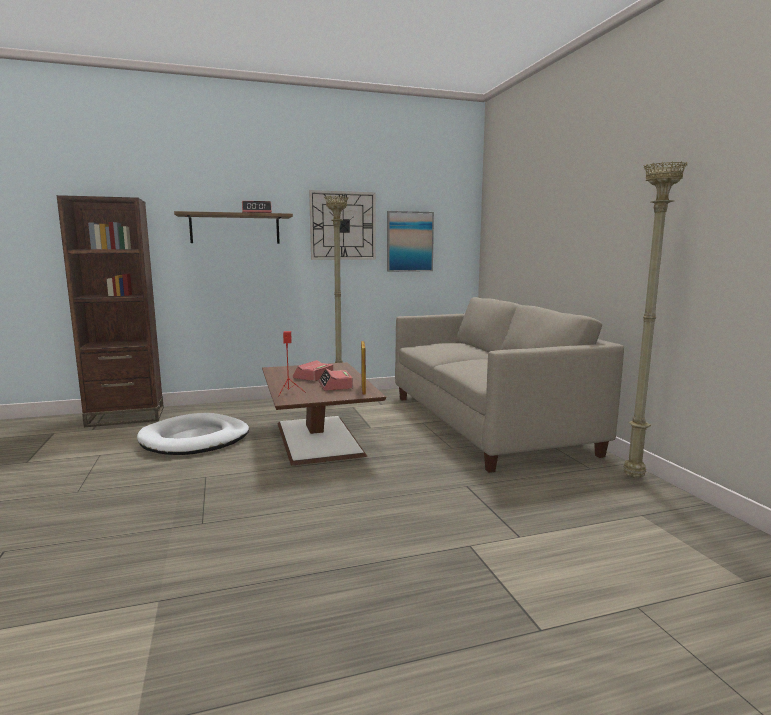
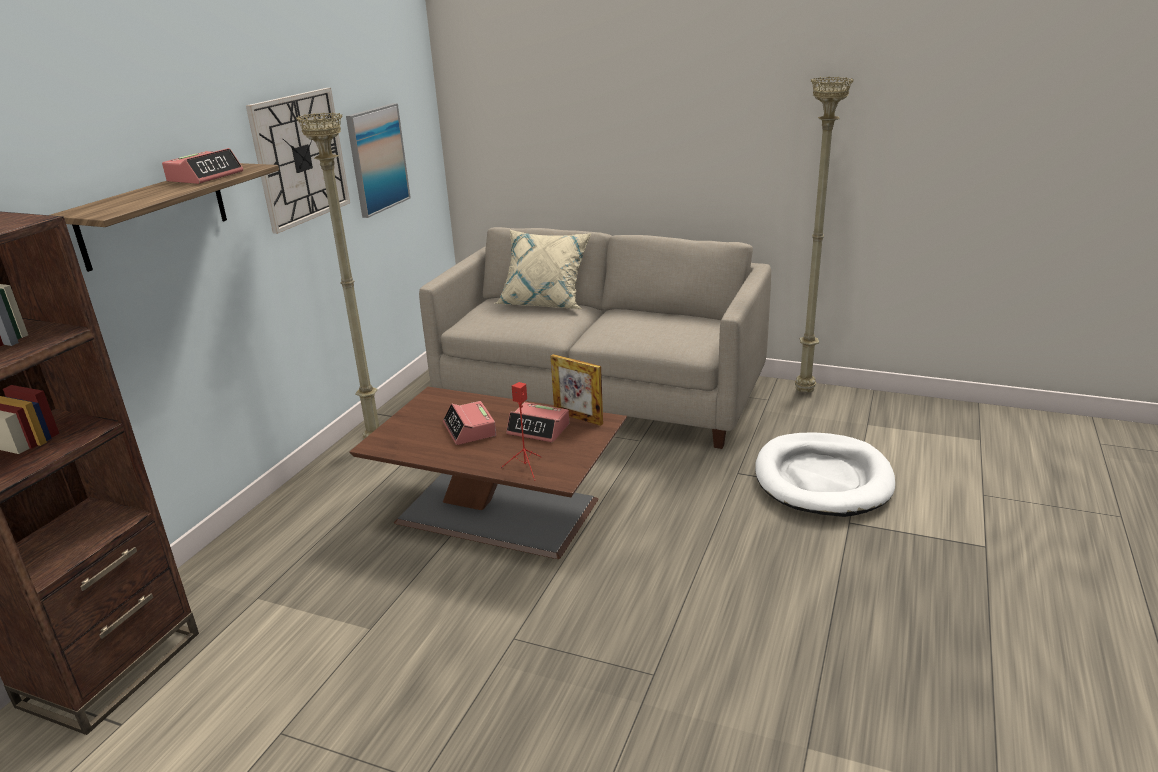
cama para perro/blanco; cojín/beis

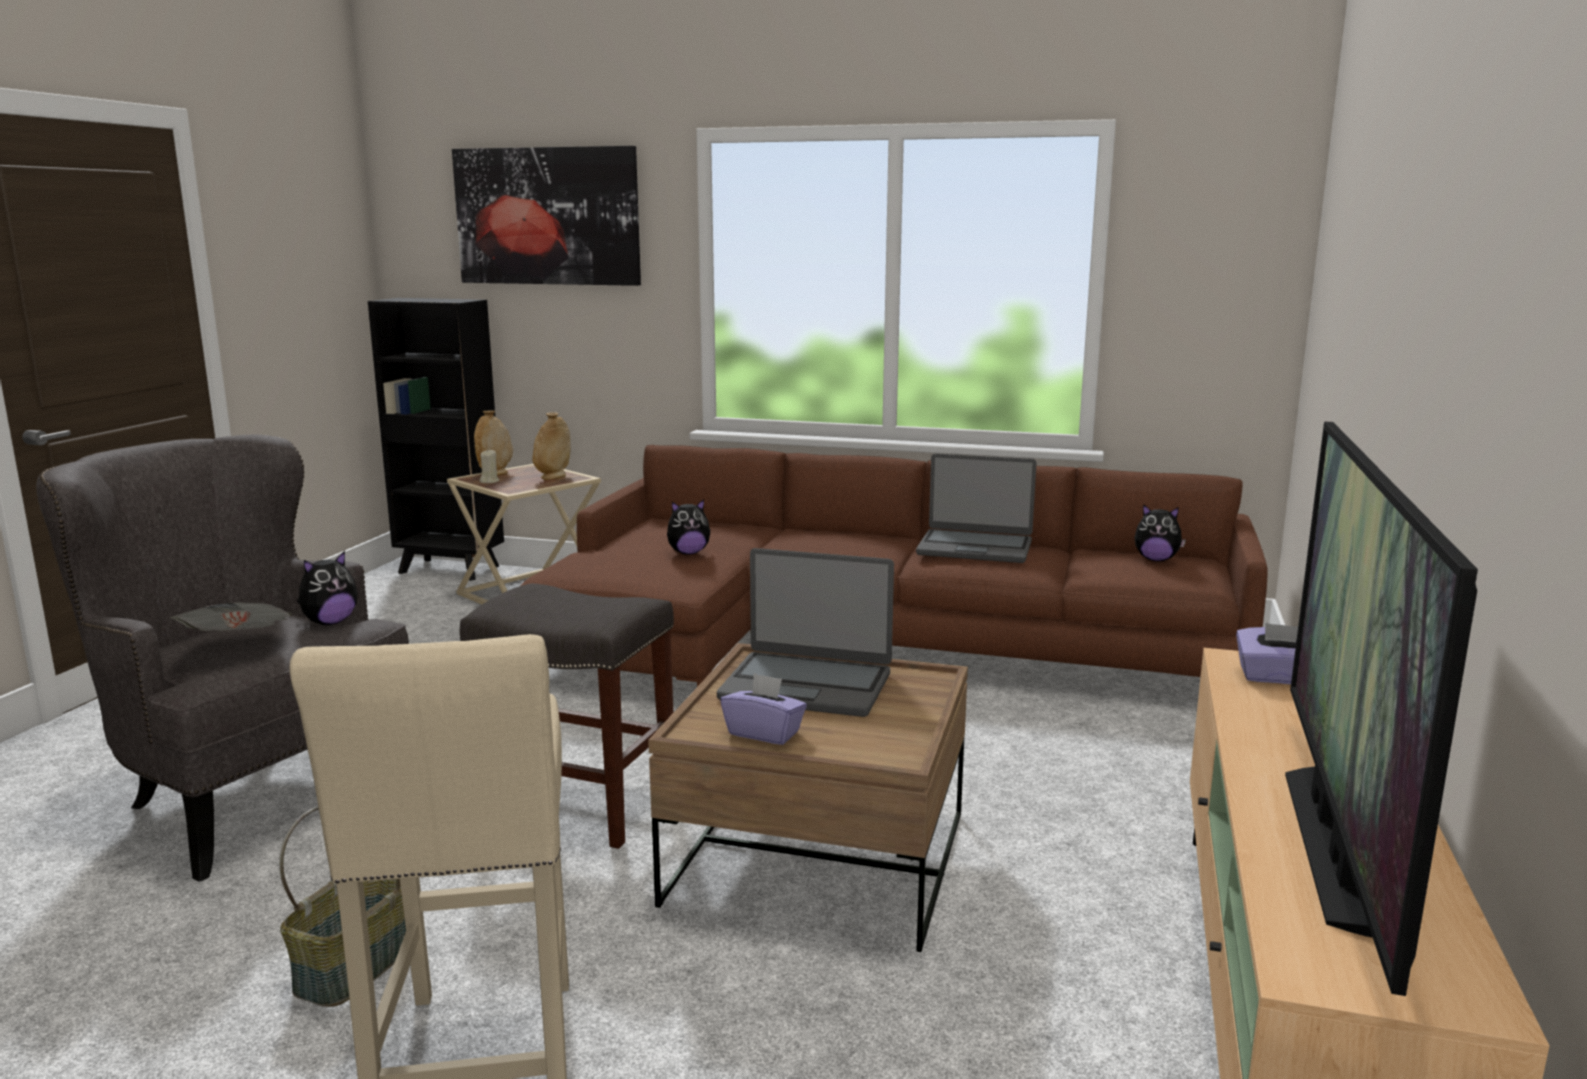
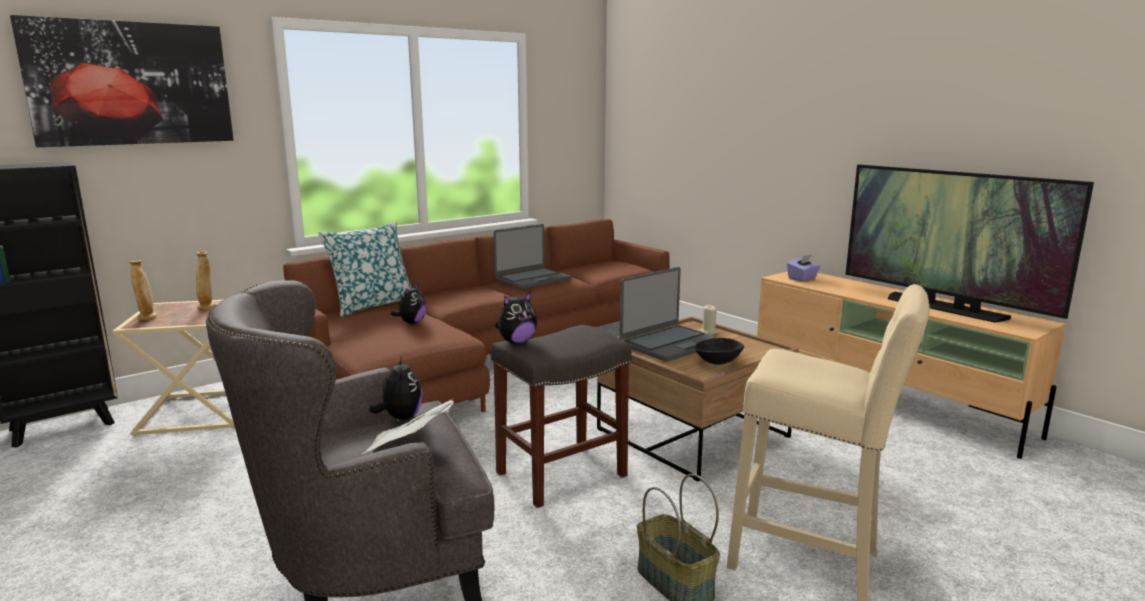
vela/beis; cuenco/negro; peluche (no. 3 from left); cojín

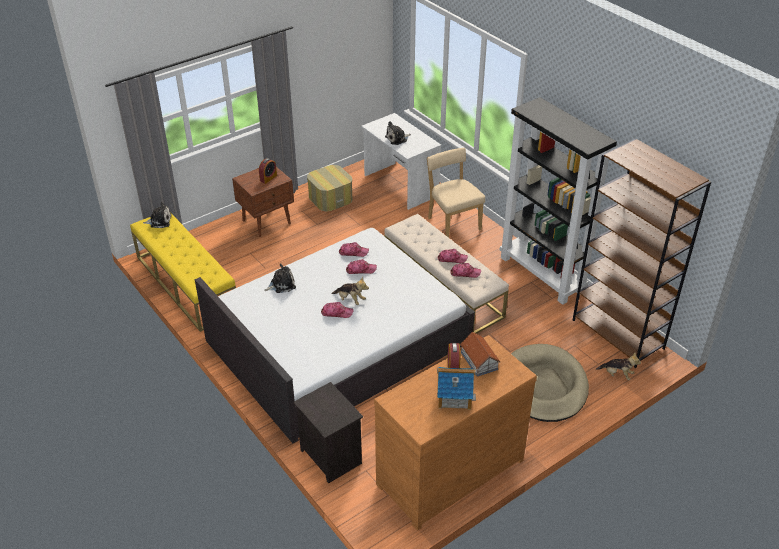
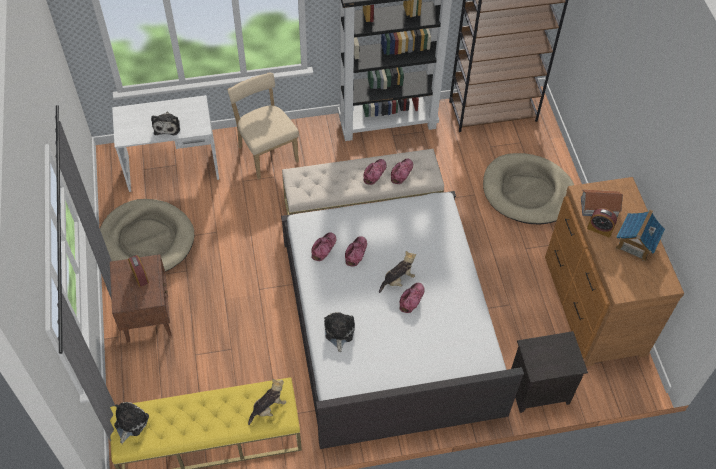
cama para perro/beis (no. 1 from left); silla/beis; peluche (no. 3 from left)

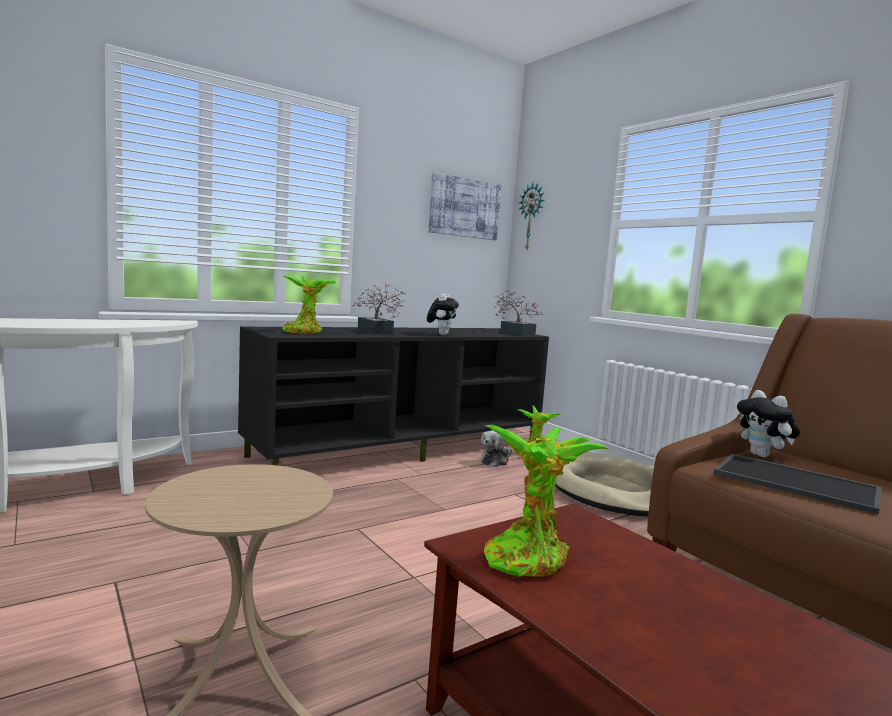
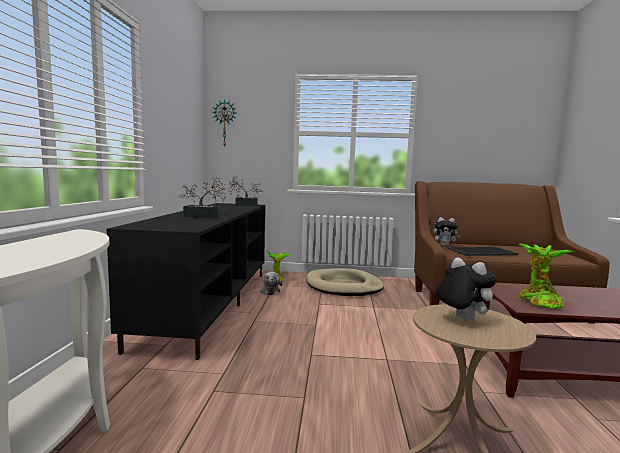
planta en maceta (no. 1 from left in the first image); peluche (no. 3 from left); cuadro

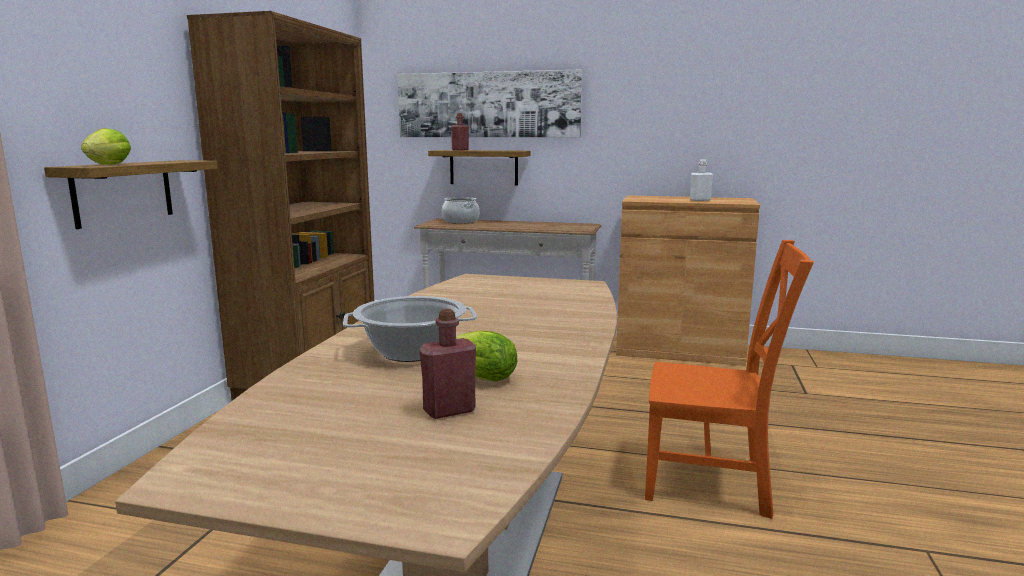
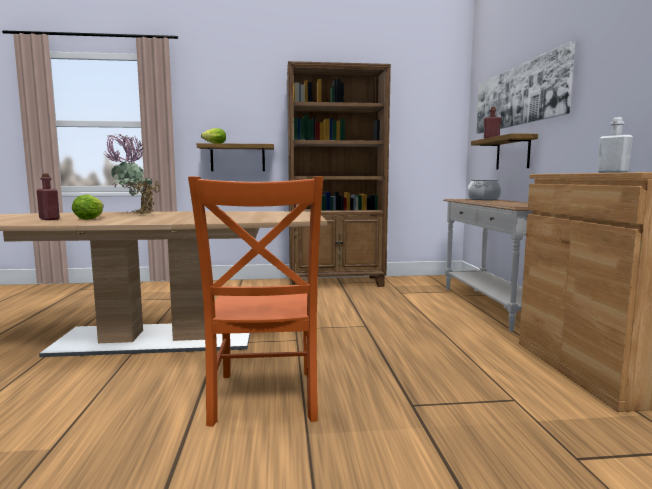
planta en maceta

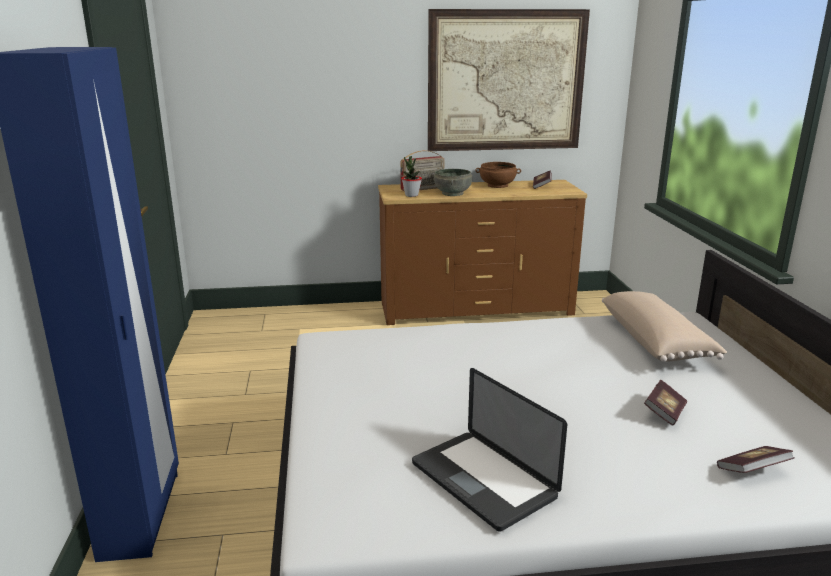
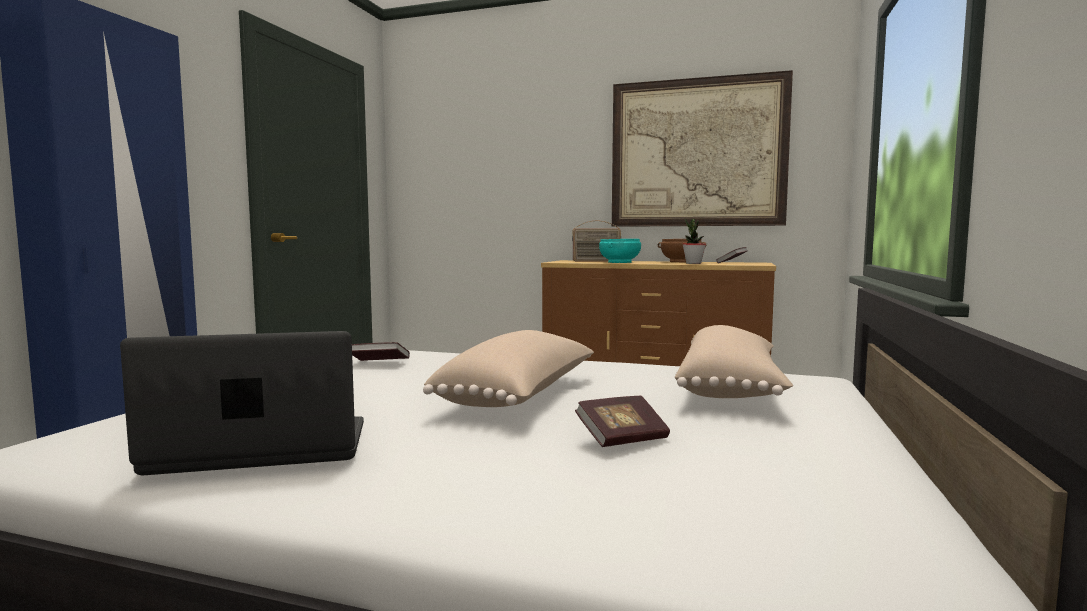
planta en maceta; portátil; cuenco/turquesa; libro (no. 1 from left); cojín/beis (no. 1 from left)

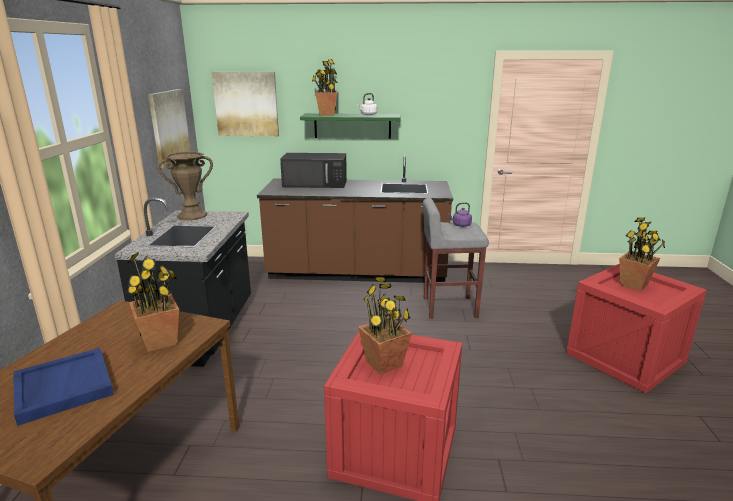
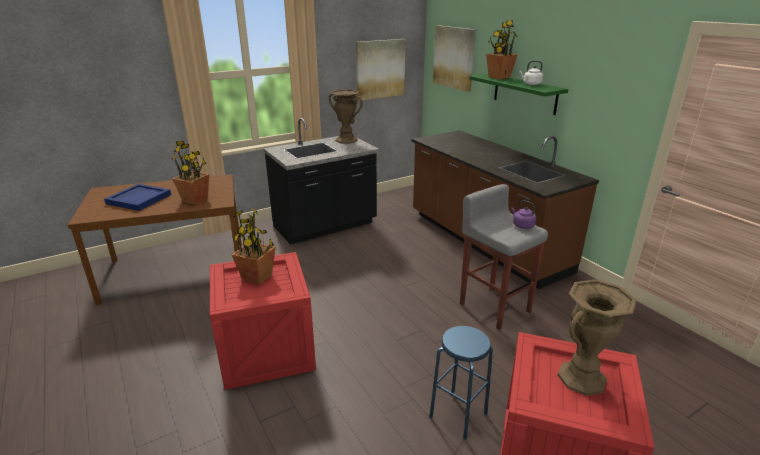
microondas/negro; florero/marrón (no. 2 from left); taburete/azul

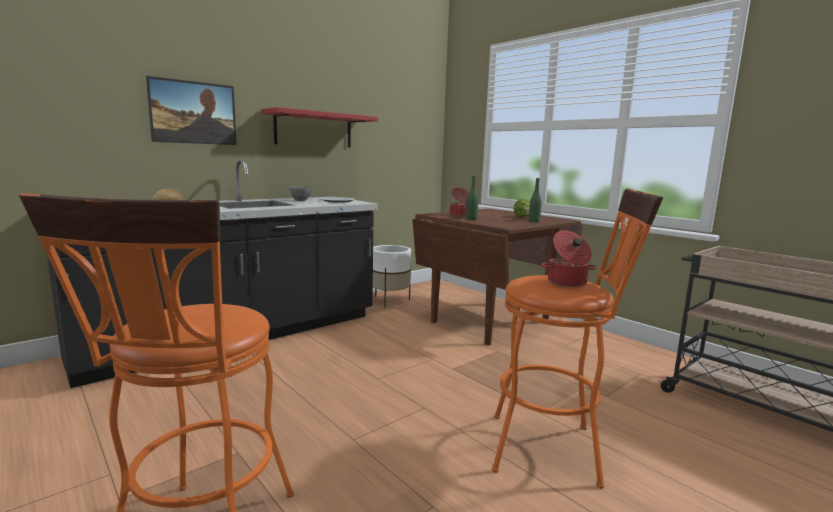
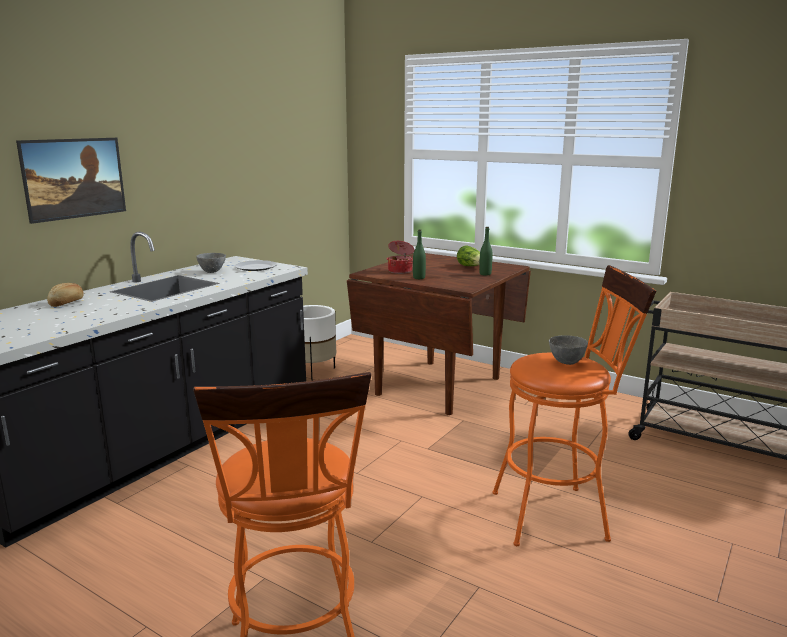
estante/rojo; cuenco/gris (no. 2 from left)

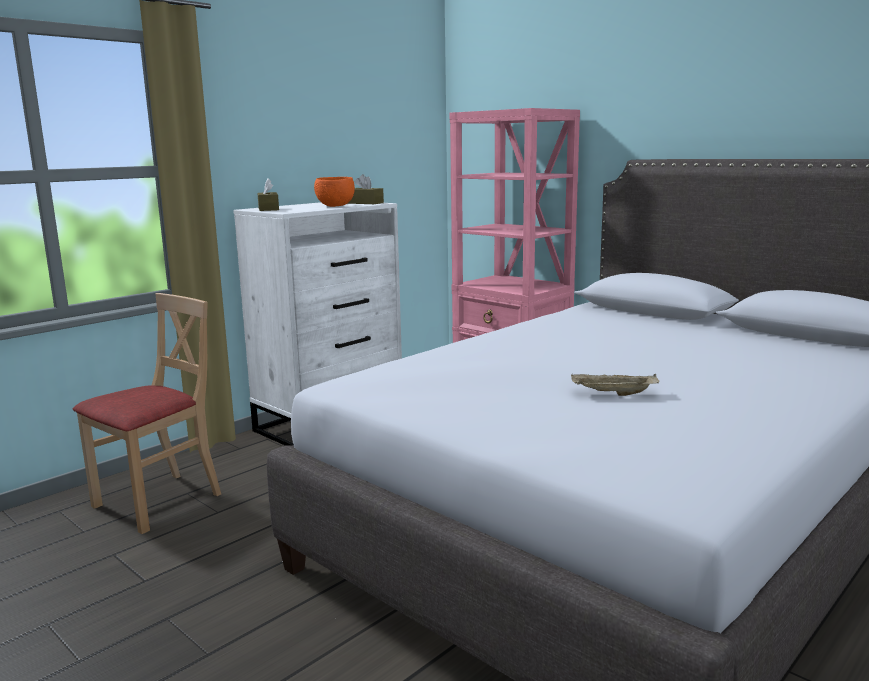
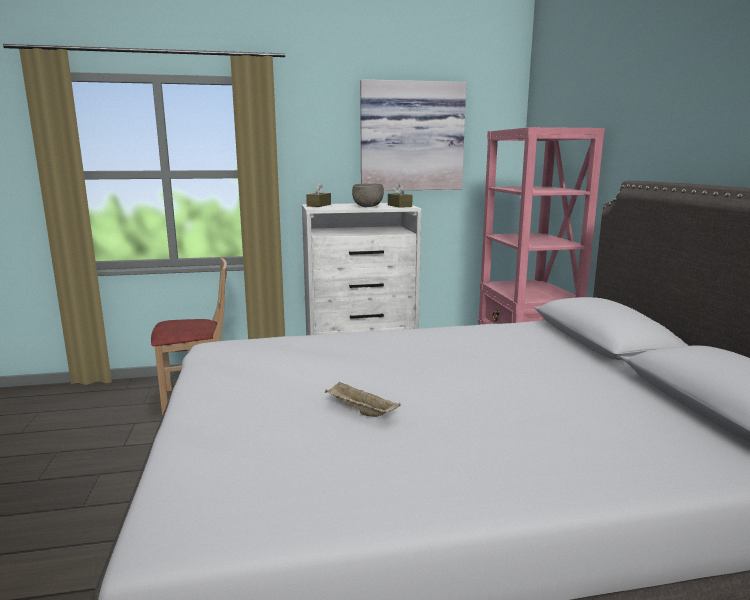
cuenco/gris; cuadro

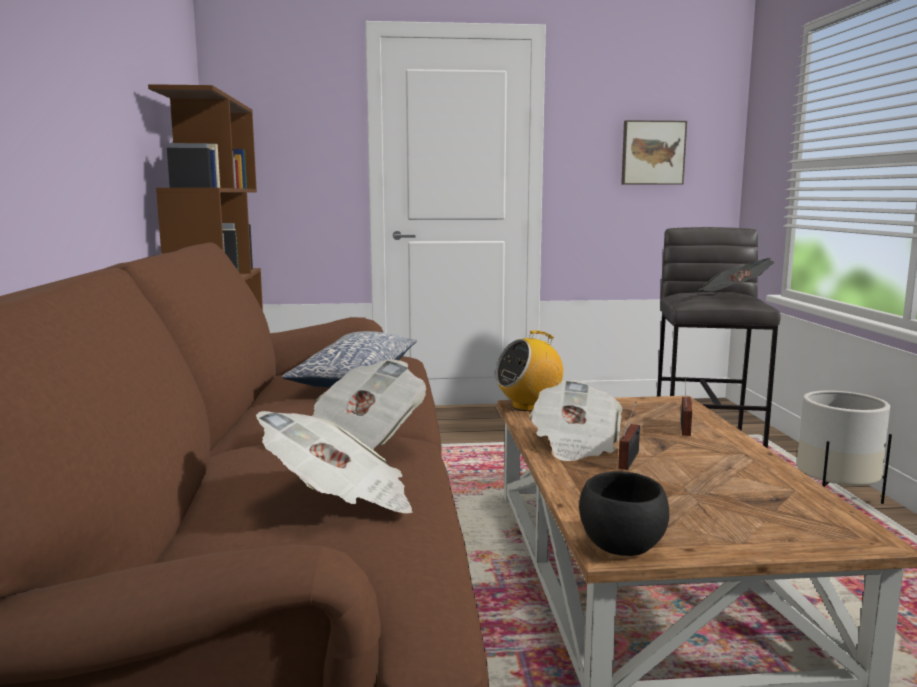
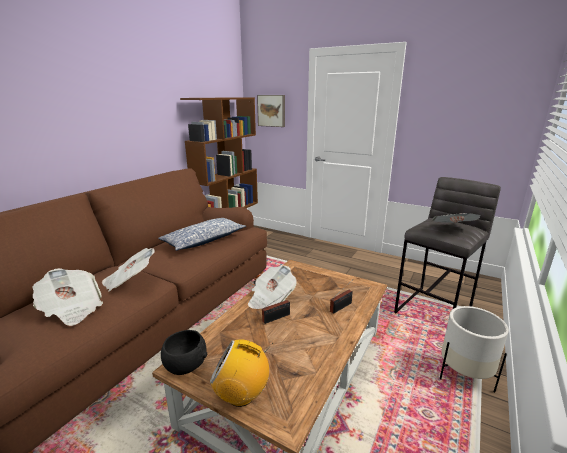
radio (no. 1 from left); cuadro

